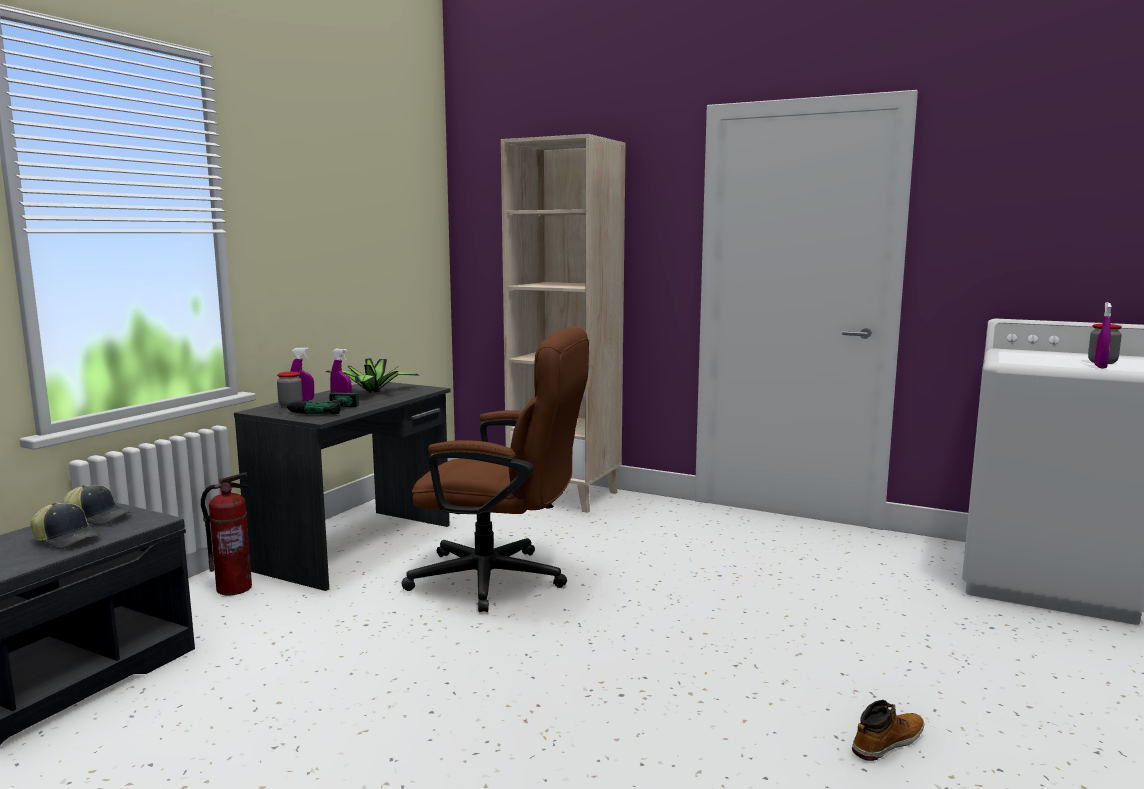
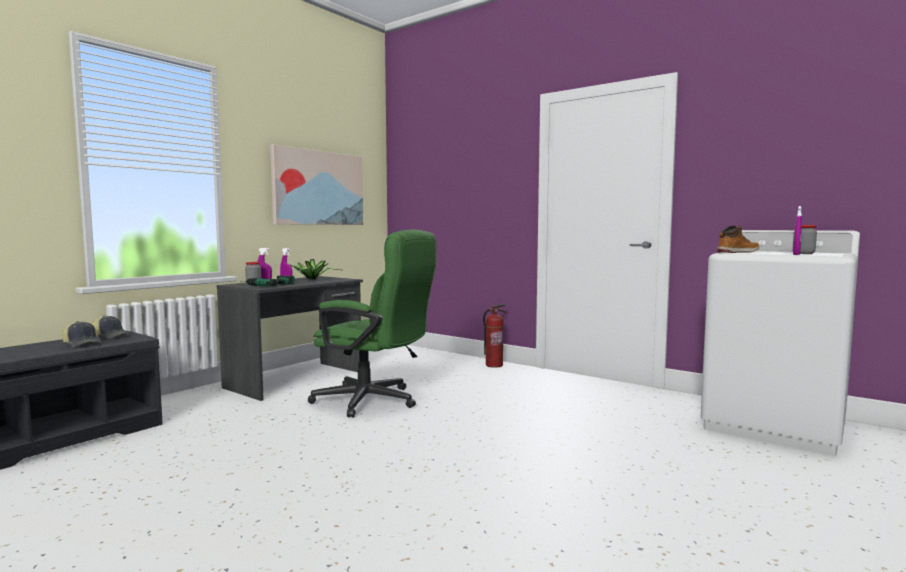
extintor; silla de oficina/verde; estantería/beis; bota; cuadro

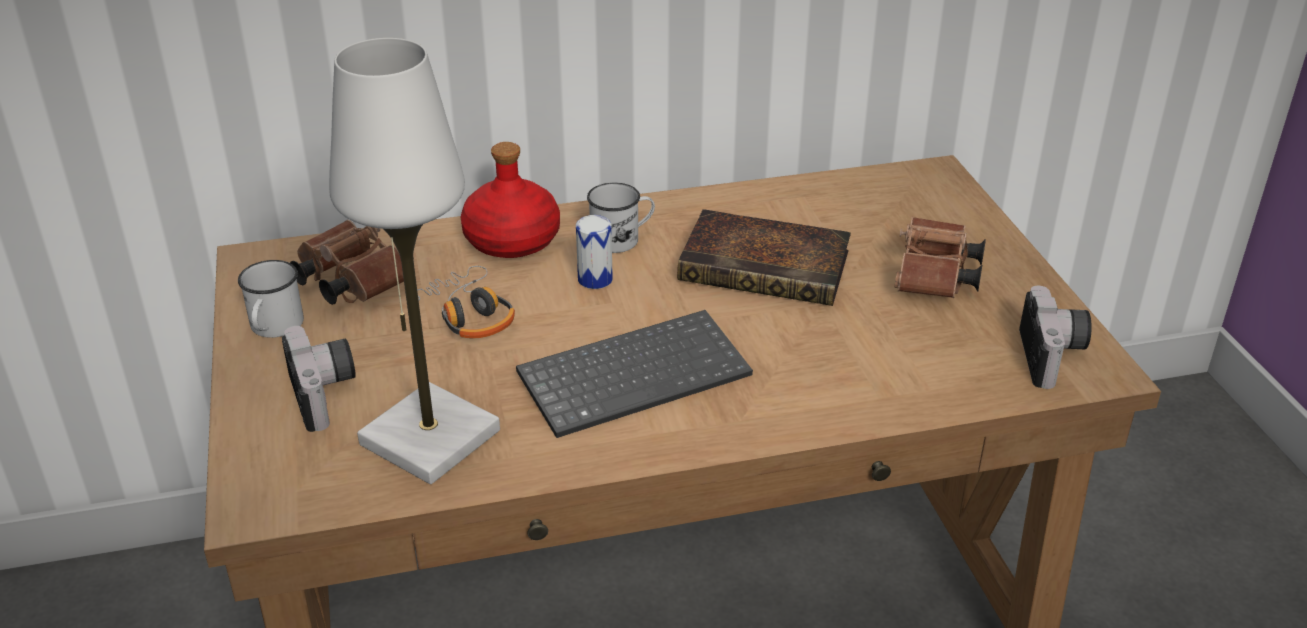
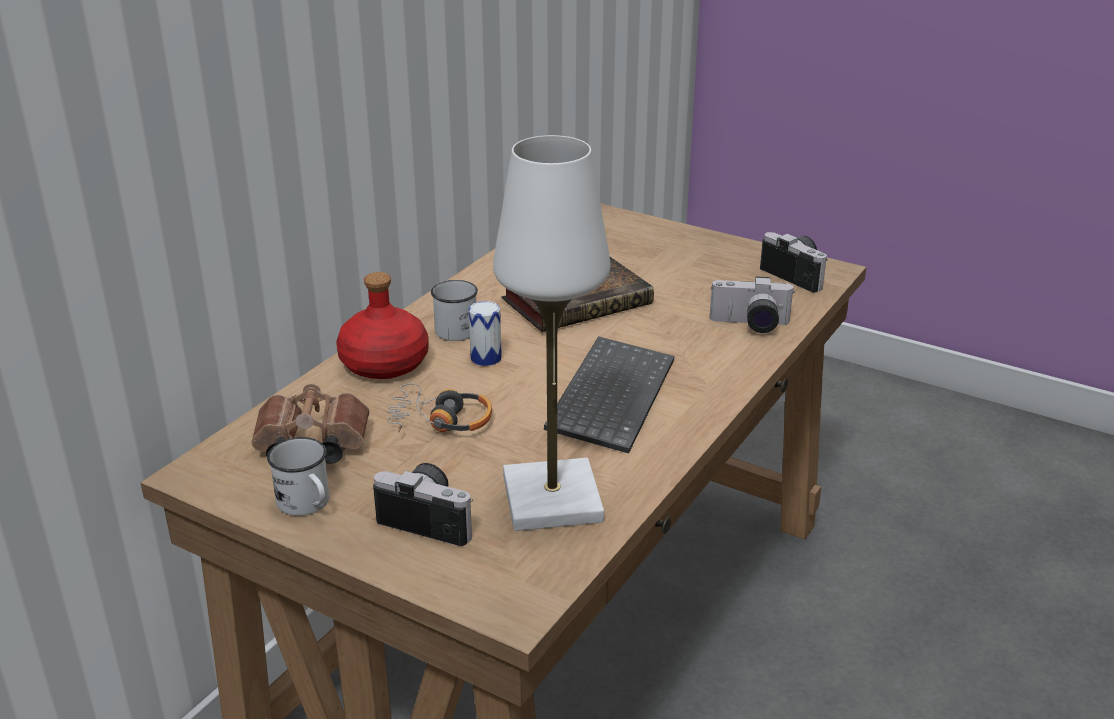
prismáticos/marrón (no. 2 from left in the first image); cámara (no. 2 from left)

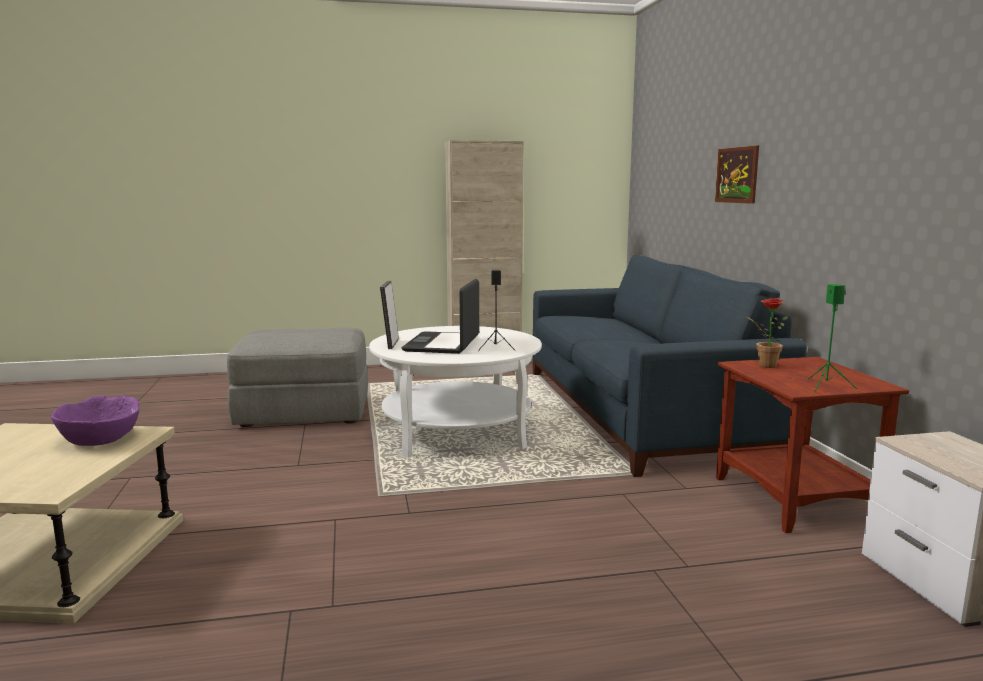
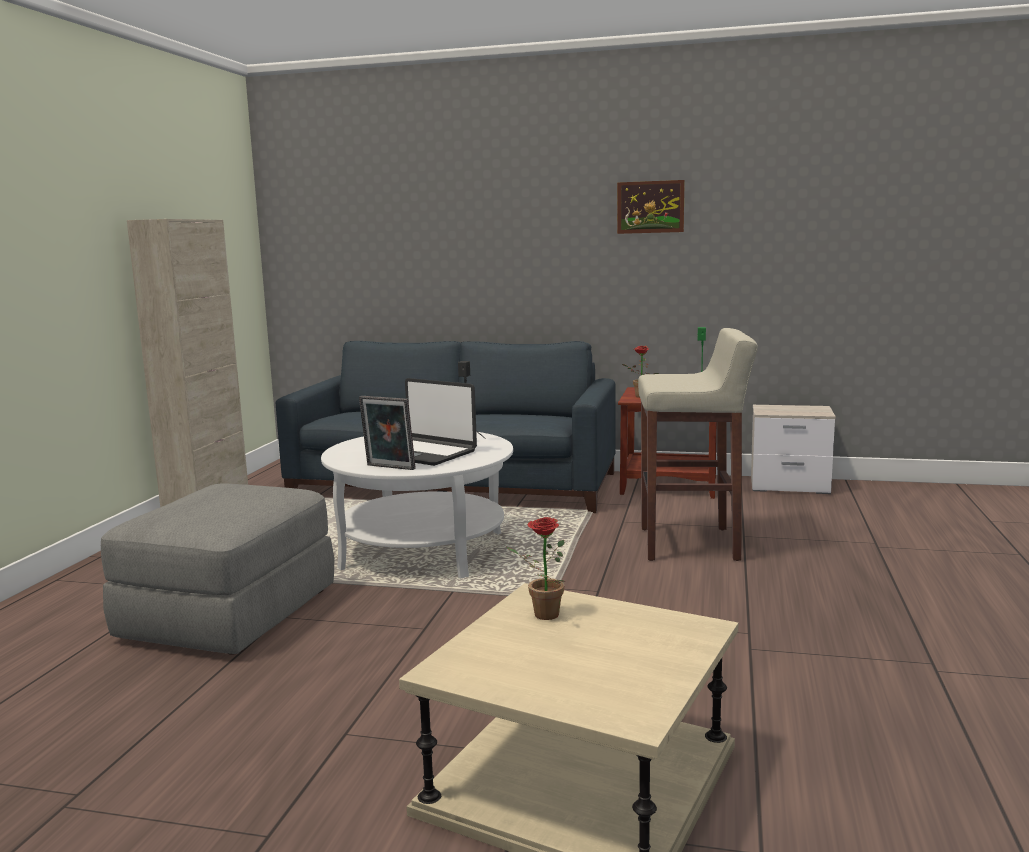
planta en maceta (no. 1 from left); cuadro; taburete/beis

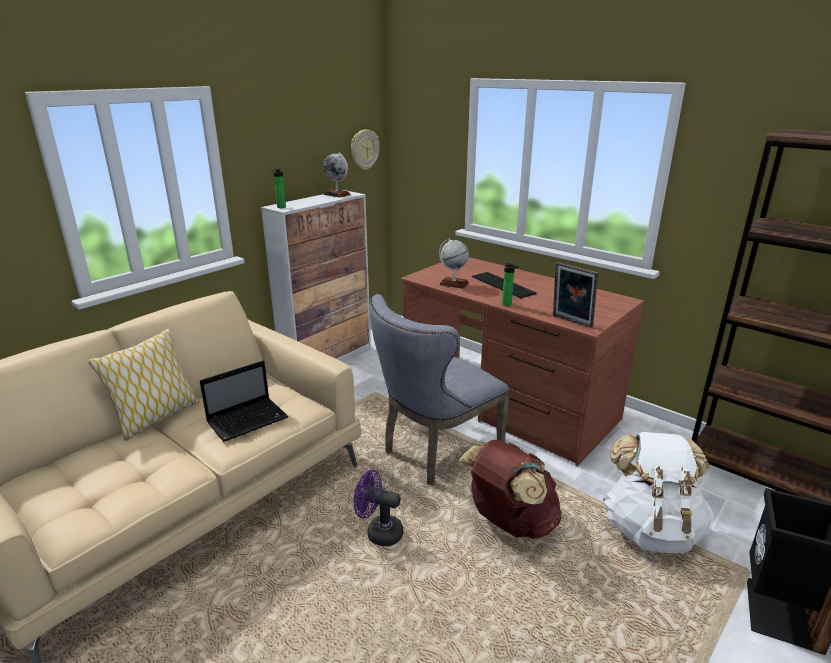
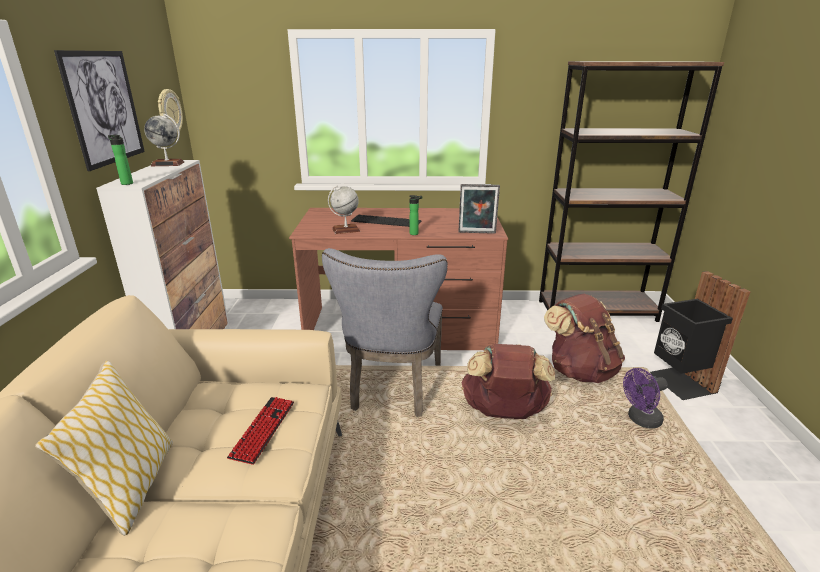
teclado (no. 1 from left); ventilador/morado; mochila/marrón (no. 2 from left); cuadro

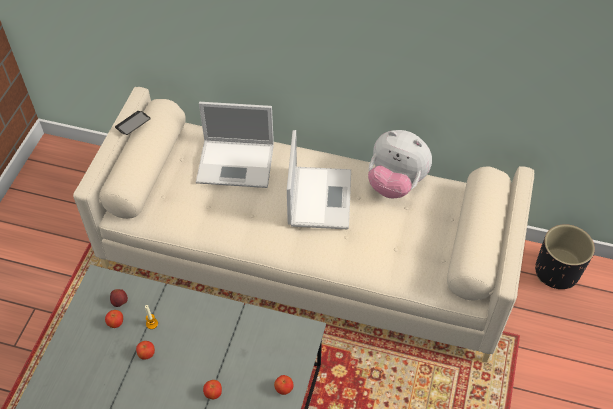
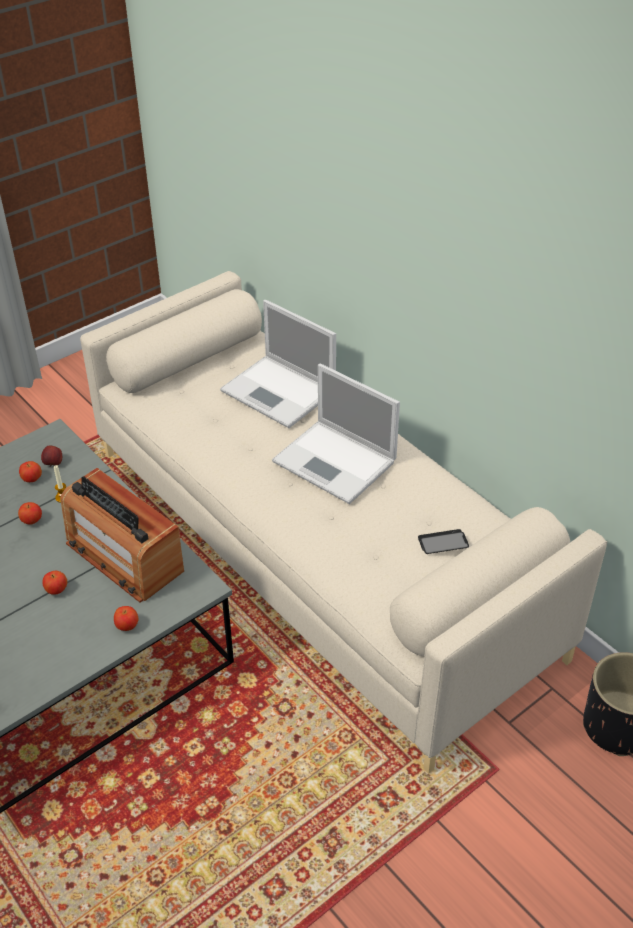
móvil; portátil (no. 2 from left); peluche; radio

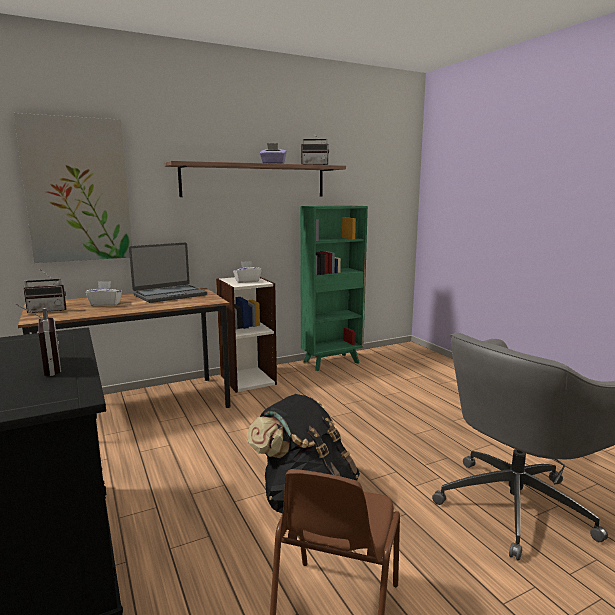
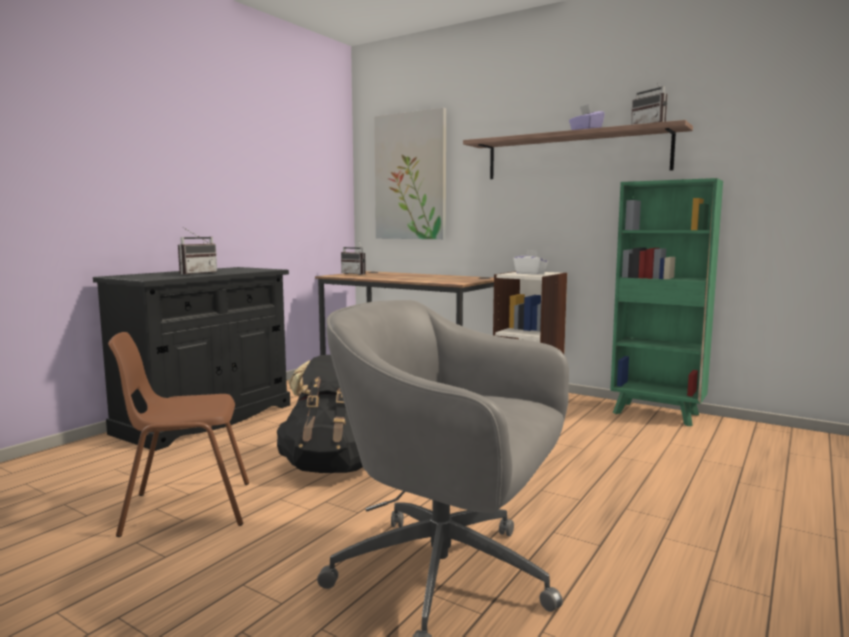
caja de pañuelos/blanco (no. 1 from left in the first image); portátil

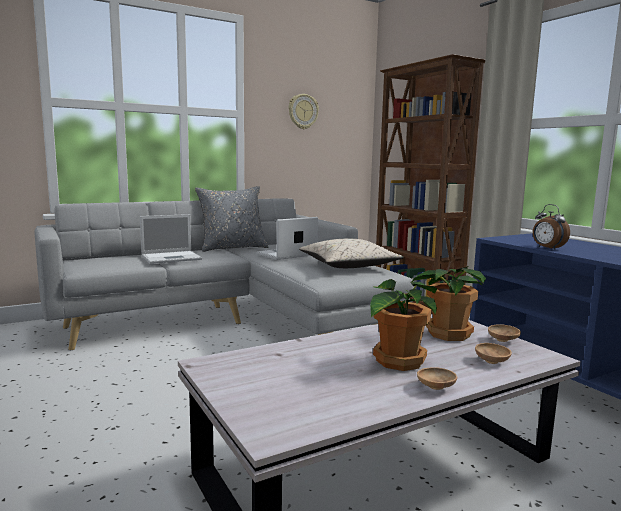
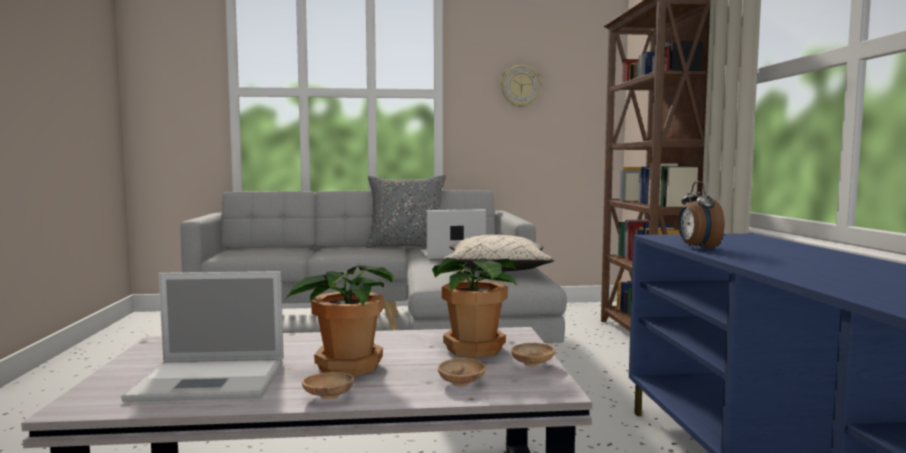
portátil (no. 1 from left)

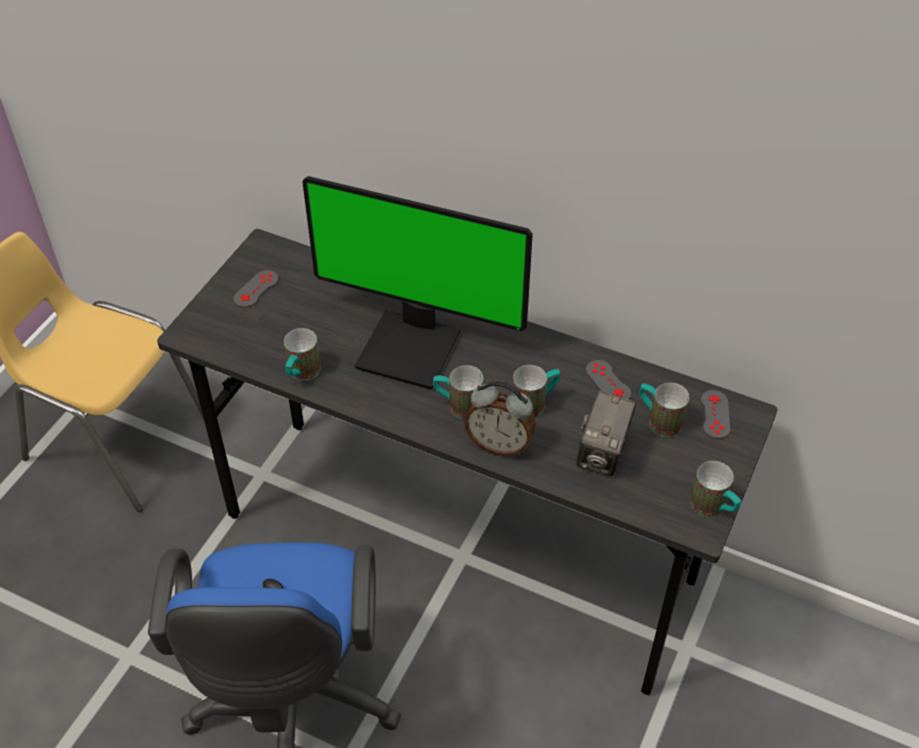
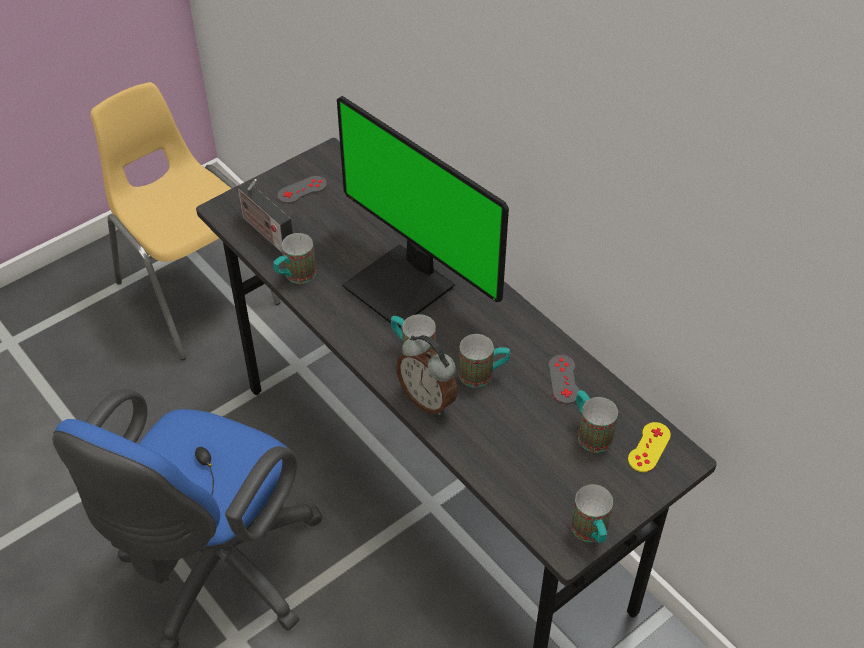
cámara; mando de consola/amarillo; radio

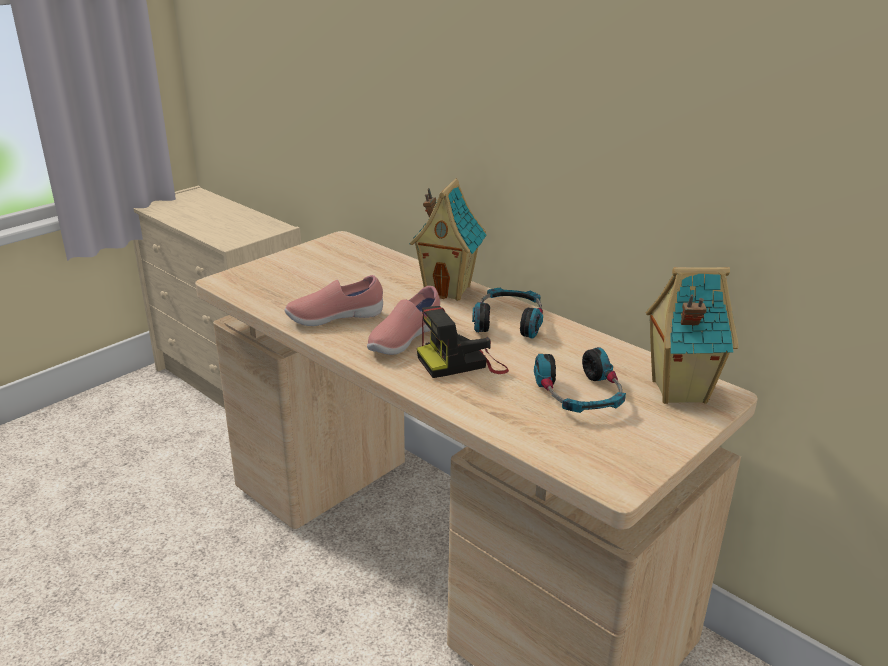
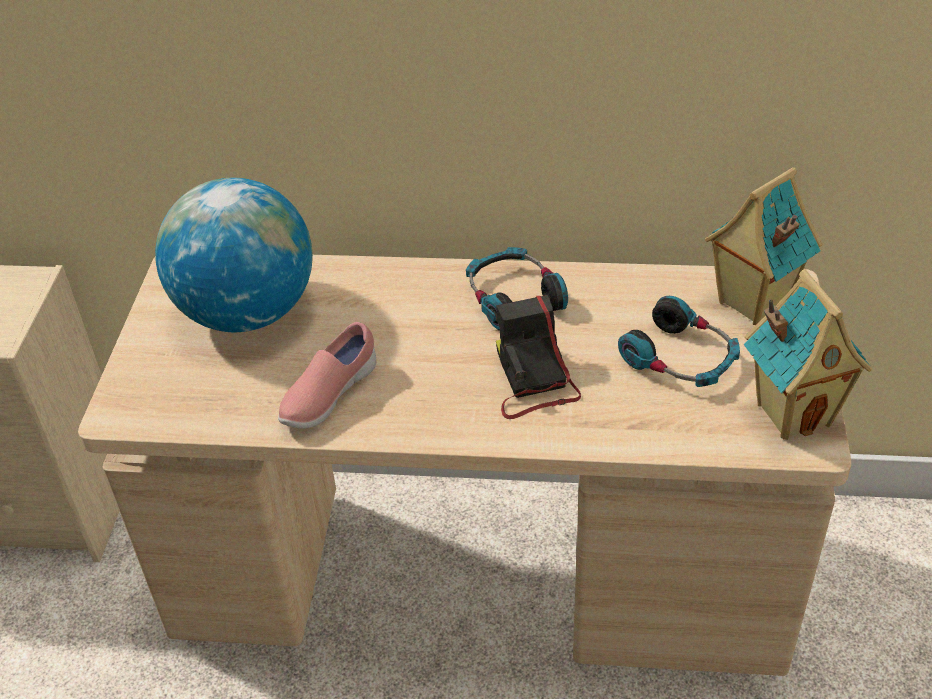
zapato/rosa (no. 2 from left in the first image); casita (no. 2 from left); cámara; globo terráqueo

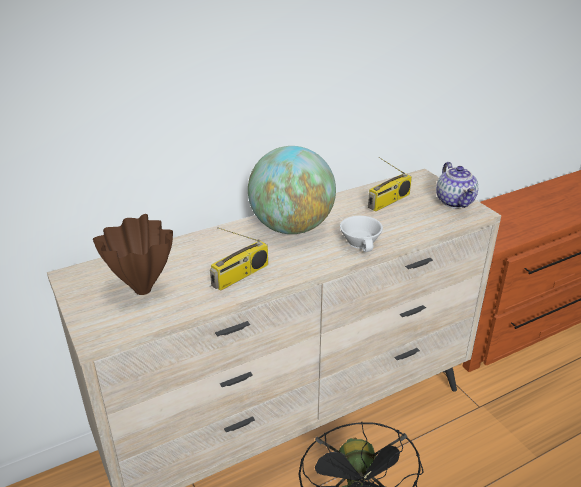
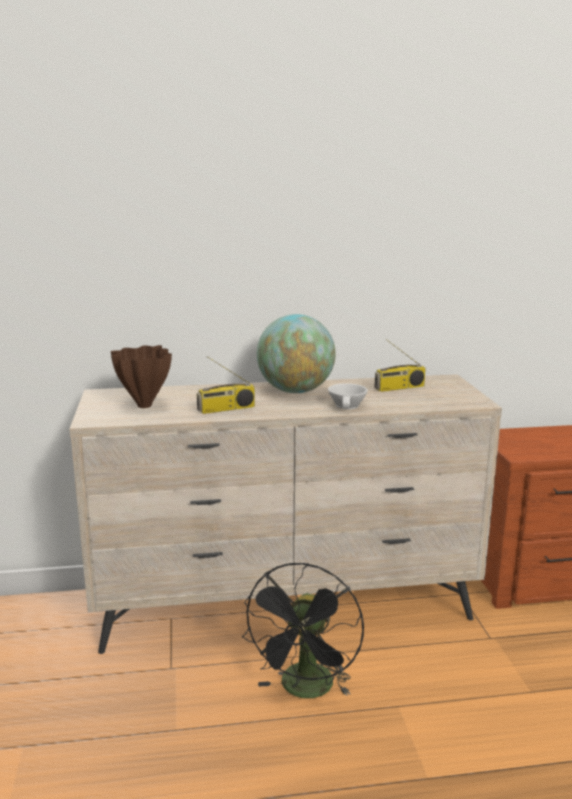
tetera

